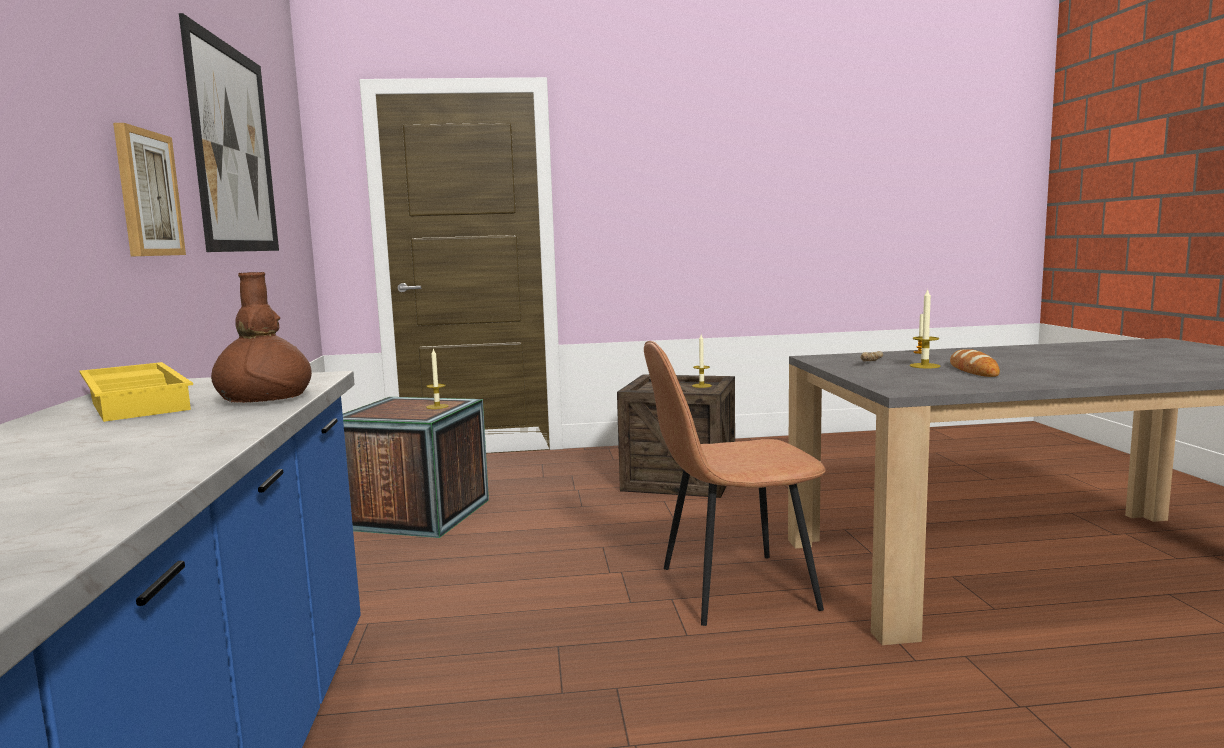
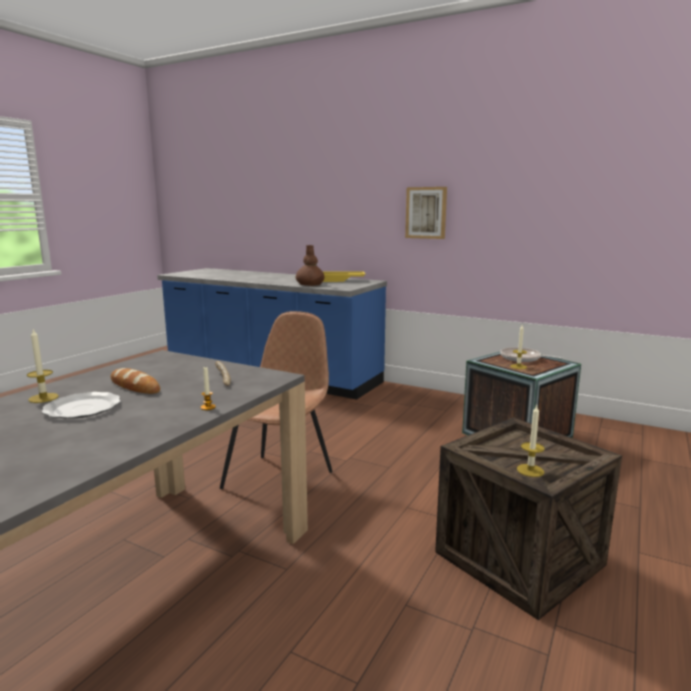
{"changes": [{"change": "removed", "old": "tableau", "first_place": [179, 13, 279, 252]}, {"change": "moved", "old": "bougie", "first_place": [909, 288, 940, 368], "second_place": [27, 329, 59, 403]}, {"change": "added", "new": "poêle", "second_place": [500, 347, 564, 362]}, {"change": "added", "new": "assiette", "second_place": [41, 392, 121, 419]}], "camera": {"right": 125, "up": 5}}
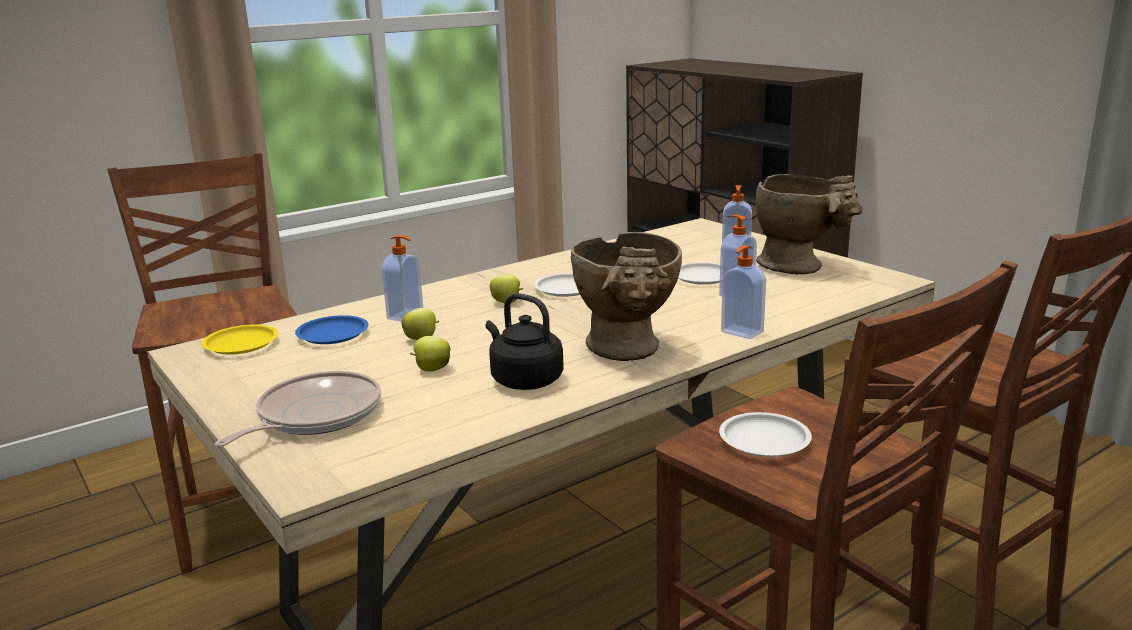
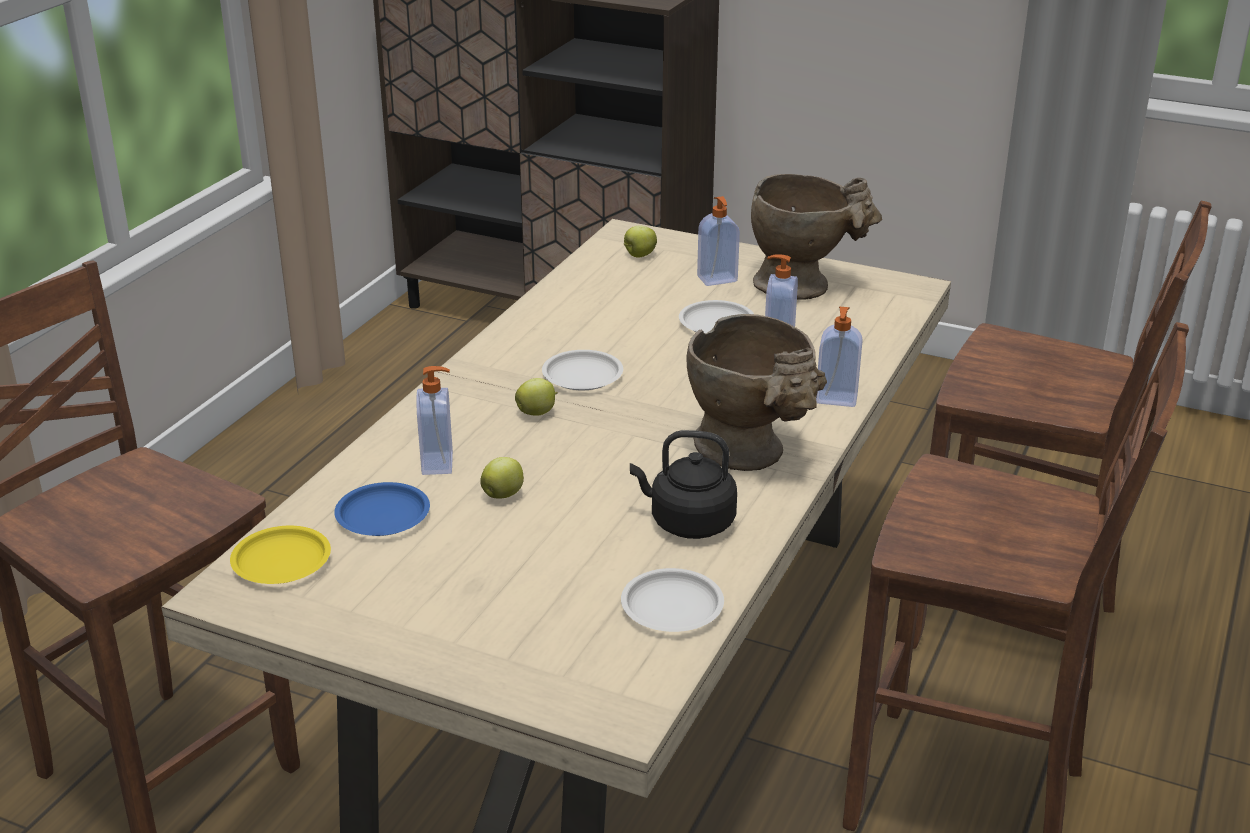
{"changes": [{"change": "moved", "old": "pomme", "first_place": [410, 336, 450, 372], "second_place": [624, 225, 657, 258]}, {"change": "removed", "old": "poêle", "first_place": [215, 371, 381, 447]}, {"change": "moved", "old": "assiette (blanc)", "first_place": [719, 412, 812, 457], "second_place": [621, 568, 724, 632]}], "camera": {"right": -30, "up": 10}}
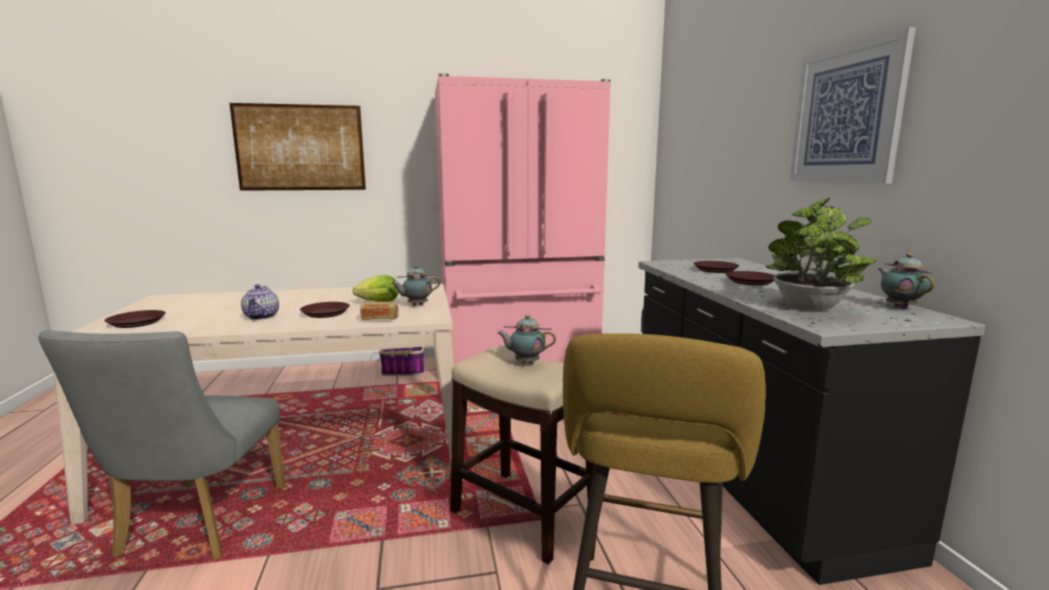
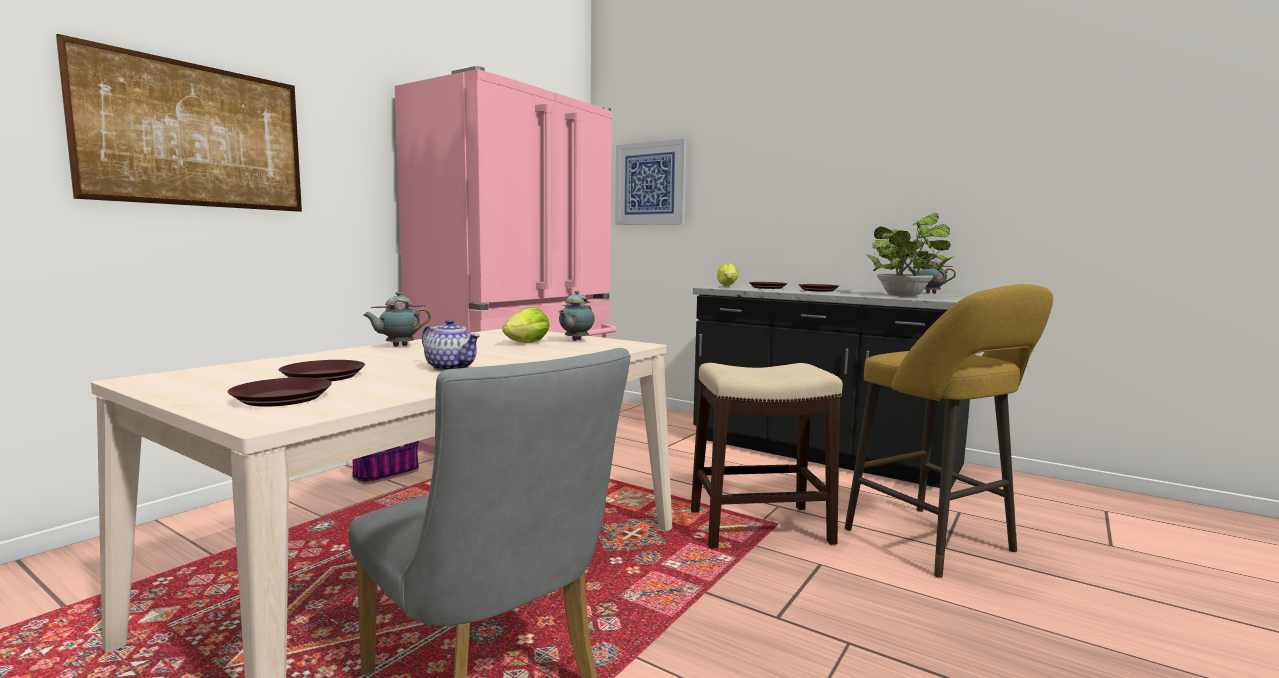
{"changes": [{"change": "moved", "old": "tableau", "first_place": [789, 27, 916, 183], "second_place": [615, 139, 687, 225]}, {"change": "moved", "old": "assiette (marron)", "first_place": [300, 302, 350, 318], "second_place": [279, 360, 365, 381]}, {"change": "removed", "old": "pain", "first_place": [360, 302, 398, 320]}, {"change": "moved", "old": "théière", "first_place": [497, 315, 556, 364], "second_place": [363, 292, 431, 347]}, {"change": "added", "new": "laitue", "second_place": [717, 263, 739, 286]}], "camera": {"right": -45, "up": -5}}
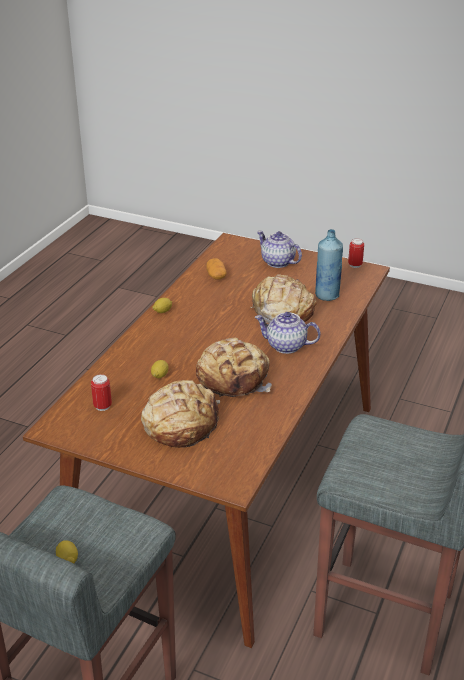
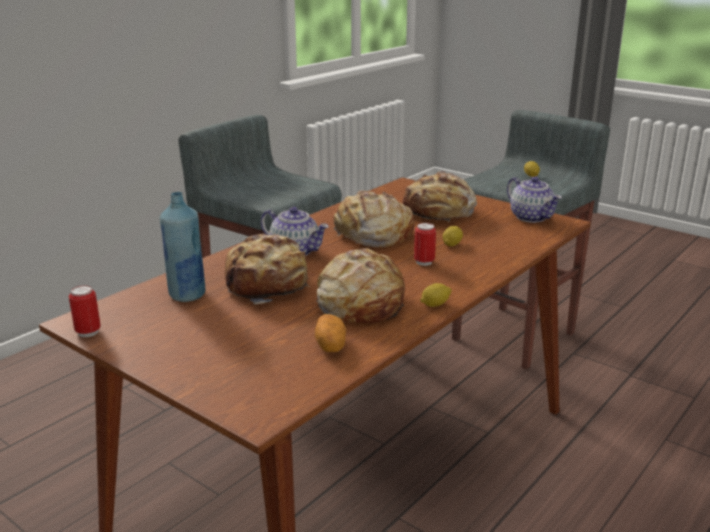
{"changes": [{"change": "moved", "old": "théière", "first_place": [257, 231, 302, 268], "second_place": [507, 176, 562, 223]}, {"change": "moved", "old": "boîte métallique", "first_place": [91, 374, 112, 411], "second_place": [414, 223, 436, 266]}, {"change": "added", "new": "pain", "second_place": [316, 248, 405, 323]}], "camera": {"right": -165, "up": -10}}
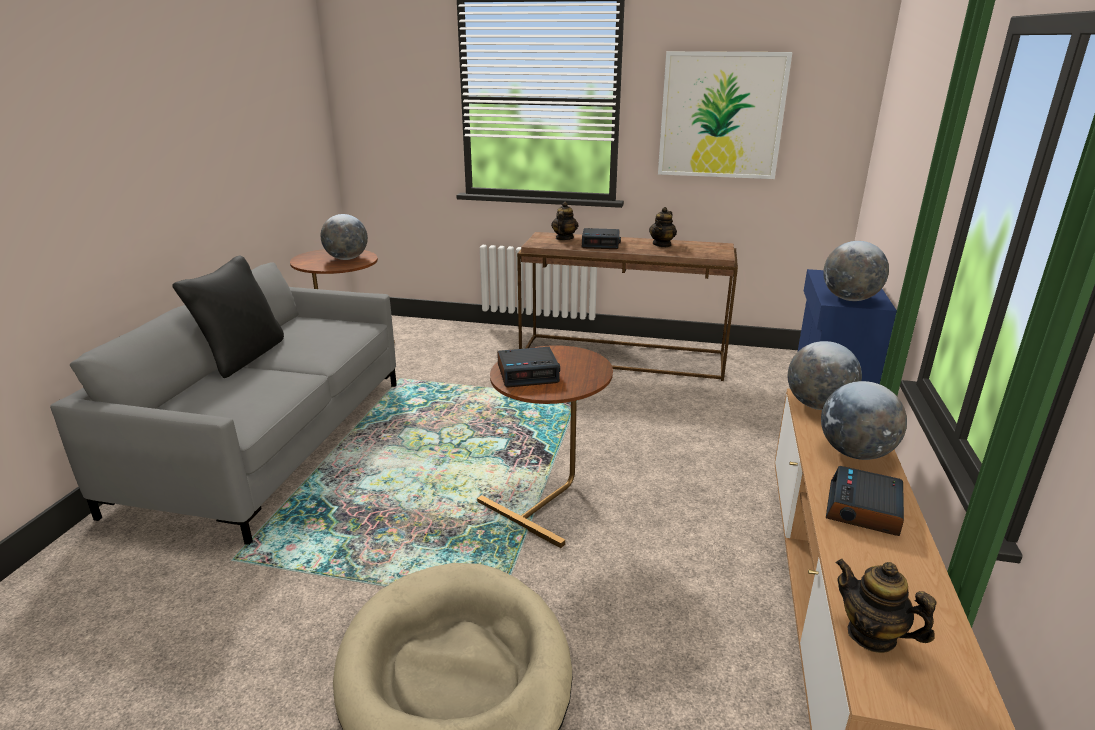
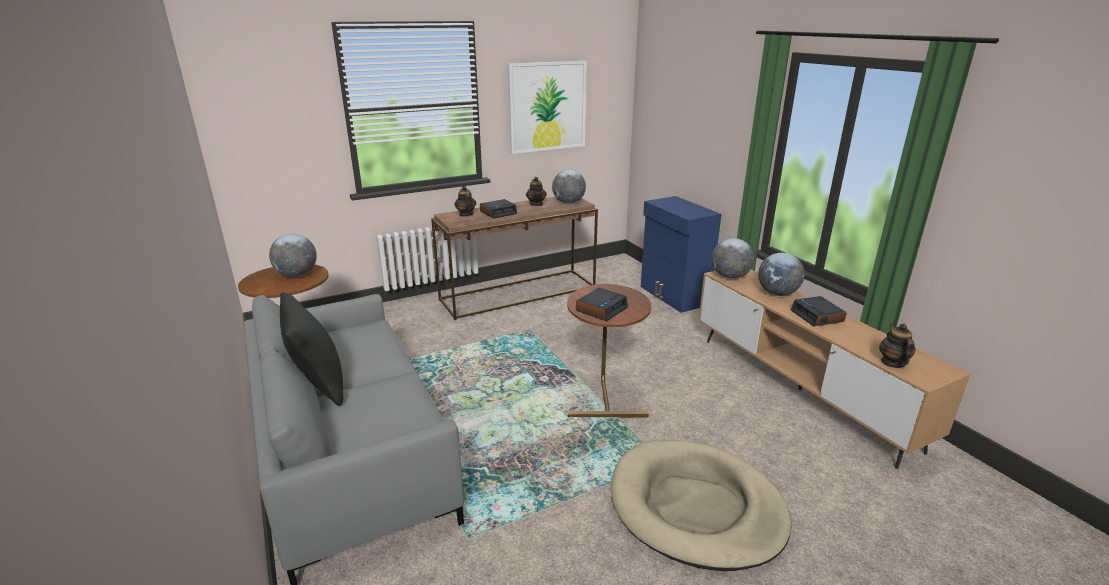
{"changes": [{"change": "moved", "old": "globe", "first_place": [823, 241, 889, 301], "second_place": [552, 169, 586, 204]}, {"change": "turned", "old": "théière", "first_place": [836, 559, 937, 653], "second_place": [879, 324, 916, 368], "degrees": 90}], "camera": {"right": -40, "up": 0}}
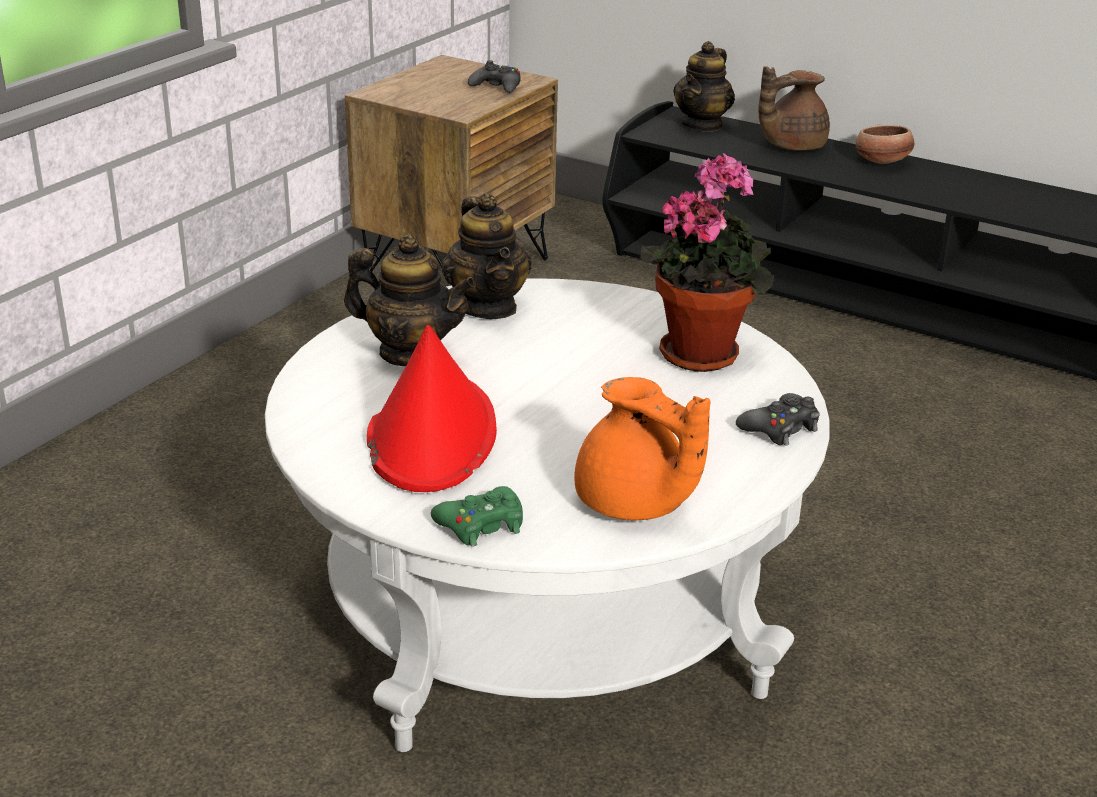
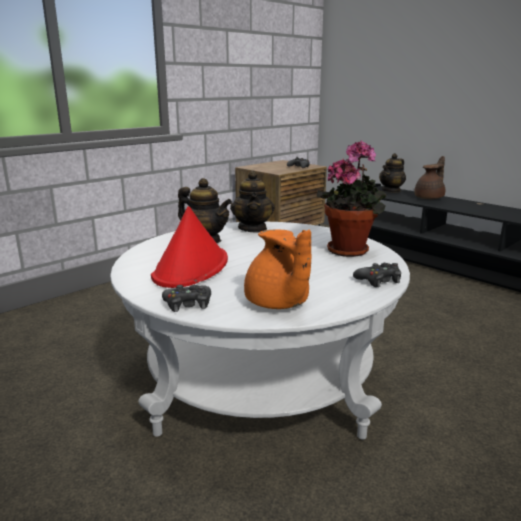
{"changes": [{"change": "turned", "old": "théière (marron)", "first_place": [758, 66, 830, 151], "second_place": [414, 156, 445, 199], "degrees": 150}, {"change": "removed", "old": "bol", "first_place": [856, 124, 914, 164]}, {"change": "recoloured", "old": "manette (vert)", "new": "manette (noir)", "first_place": [431, 486, 523, 547], "second_place": [162, 285, 211, 312]}], "camera": {"right": 15, "up": -10}}
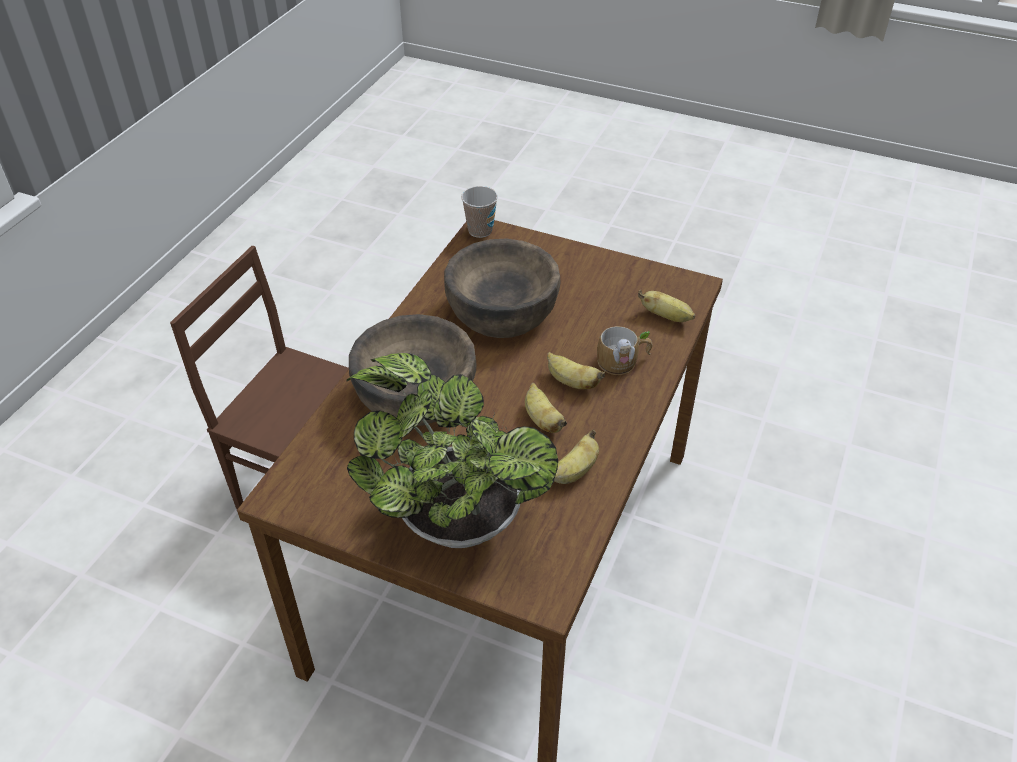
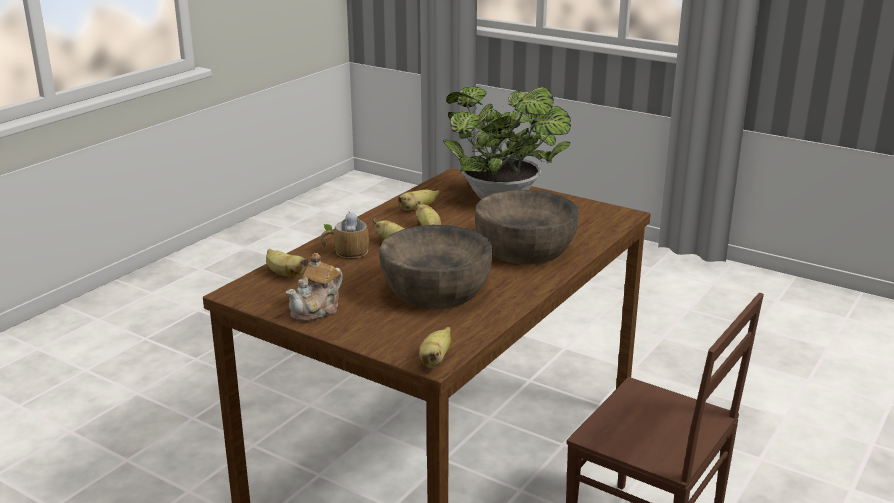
{"changes": [{"change": "replaced", "old": "tasse", "new": "banane", "first_place": [461, 186, 498, 238], "second_place": [419, 327, 451, 368]}, {"change": "added", "new": "théière", "second_place": [286, 253, 343, 322]}], "camera": {"right": -170, "up": -20}}
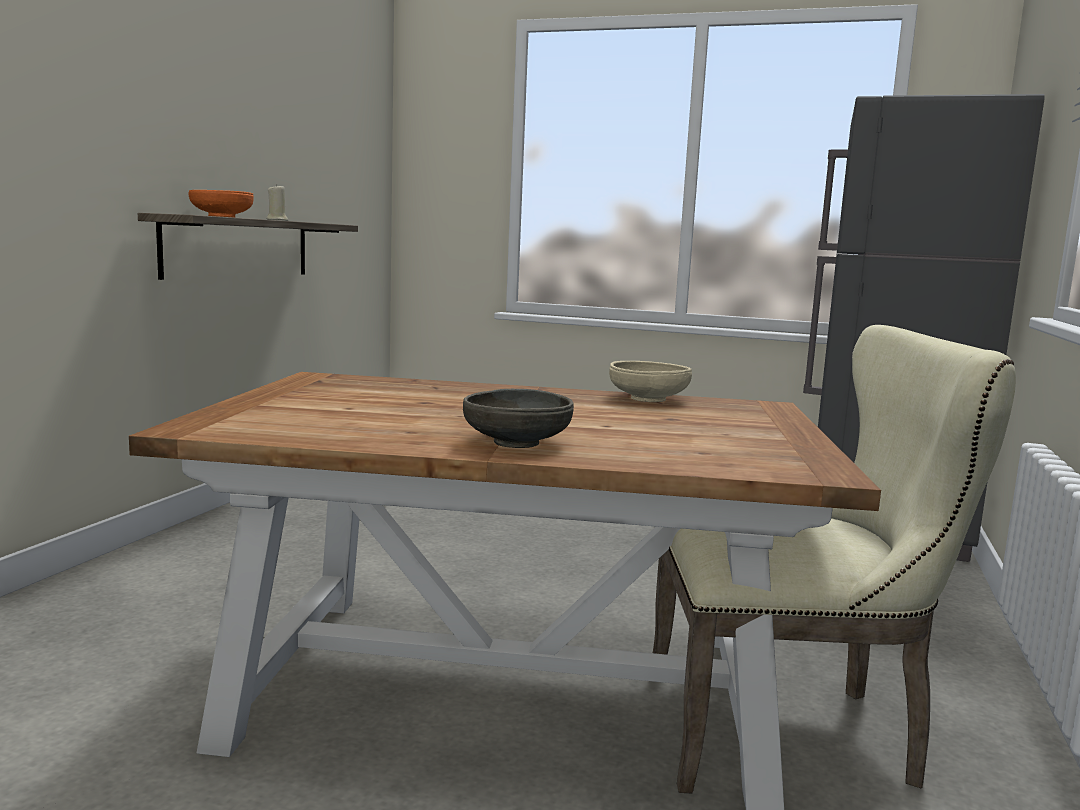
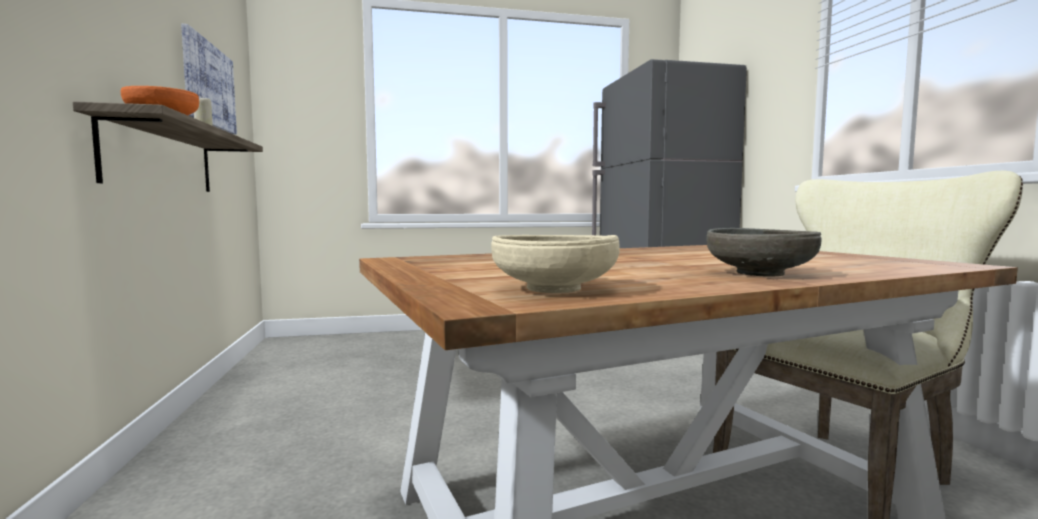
{"changes": [{"change": "moved", "old": "bol (beige)", "first_place": [609, 361, 692, 402], "second_place": [491, 235, 620, 293]}, {"change": "added", "new": "tableau", "second_place": [181, 24, 237, 134]}], "camera": {"right": -30, "up": -5}}
